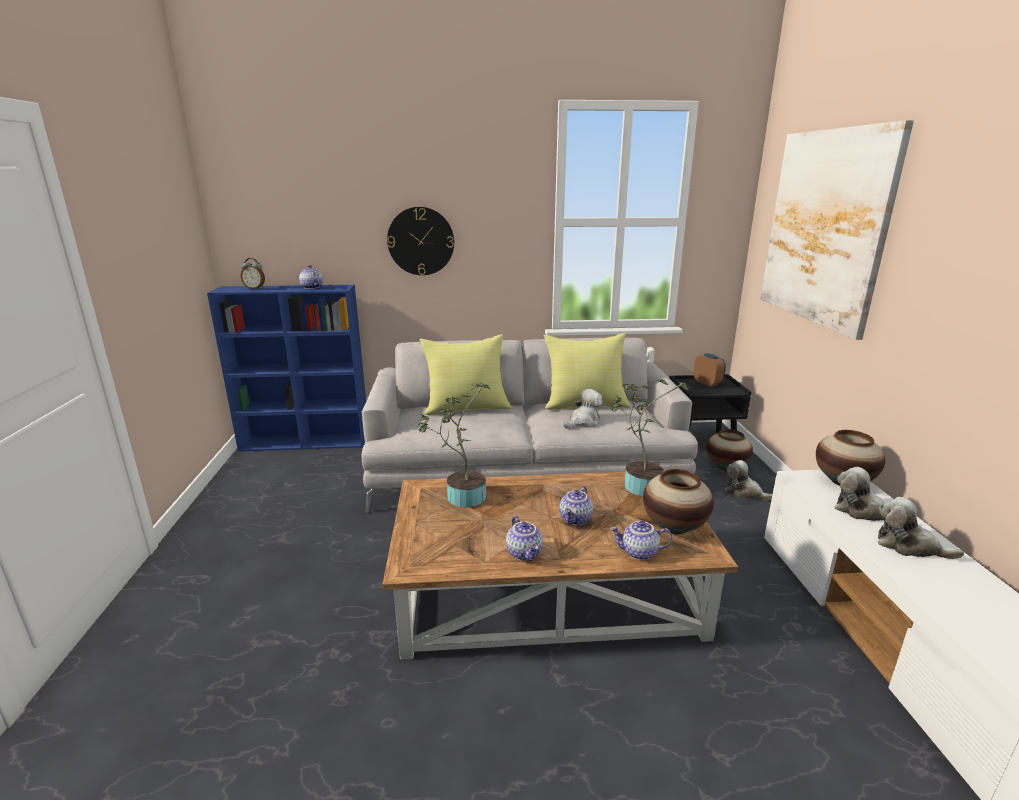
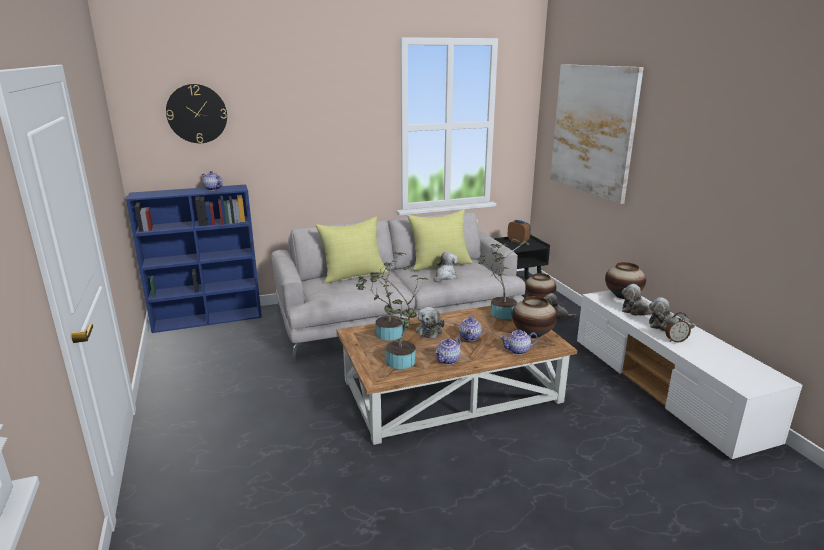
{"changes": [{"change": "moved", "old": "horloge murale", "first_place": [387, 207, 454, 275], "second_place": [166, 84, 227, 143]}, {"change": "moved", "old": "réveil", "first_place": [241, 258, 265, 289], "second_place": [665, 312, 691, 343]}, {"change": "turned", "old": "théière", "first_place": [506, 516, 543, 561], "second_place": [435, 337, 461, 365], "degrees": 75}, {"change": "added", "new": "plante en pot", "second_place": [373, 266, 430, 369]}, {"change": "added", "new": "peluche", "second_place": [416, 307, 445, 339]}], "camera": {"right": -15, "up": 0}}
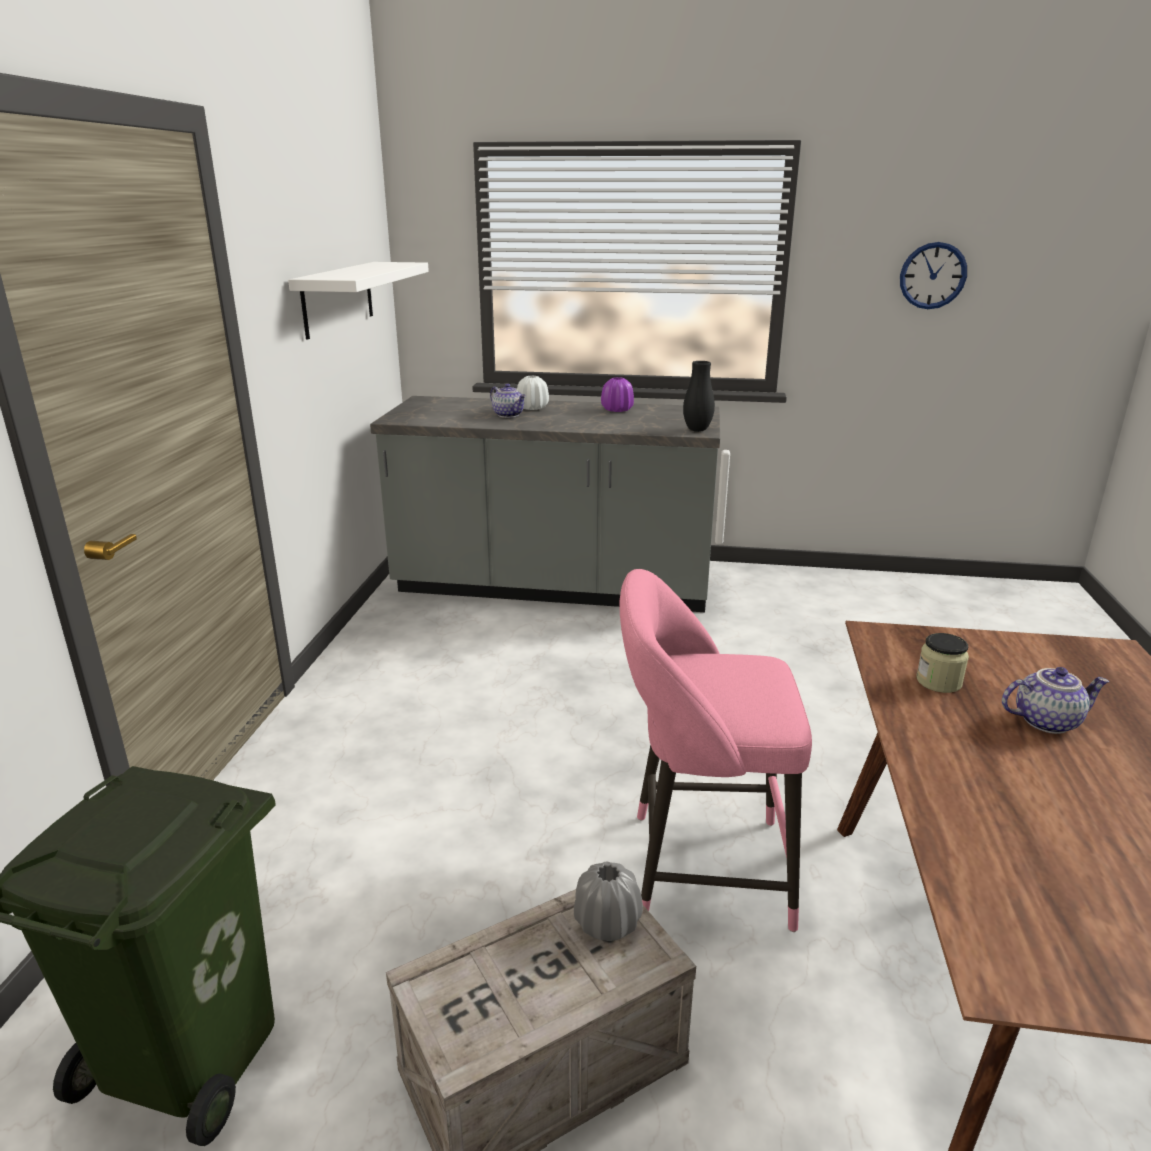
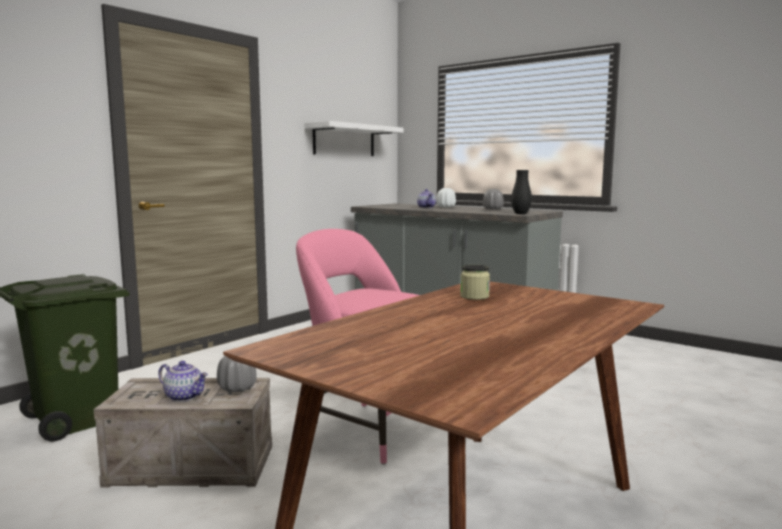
{"changes": [{"change": "removed", "old": "horloge murale", "first_place": [900, 242, 967, 309]}, {"change": "recoloured", "old": "vase (violet)", "new": "vase (gris)", "first_place": [601, 377, 634, 412], "second_place": [483, 189, 504, 209]}, {"change": "moved", "old": "théière", "first_place": [1002, 667, 1110, 734], "second_place": [158, 361, 208, 402]}], "camera": {"right": 30, "up": -15}}
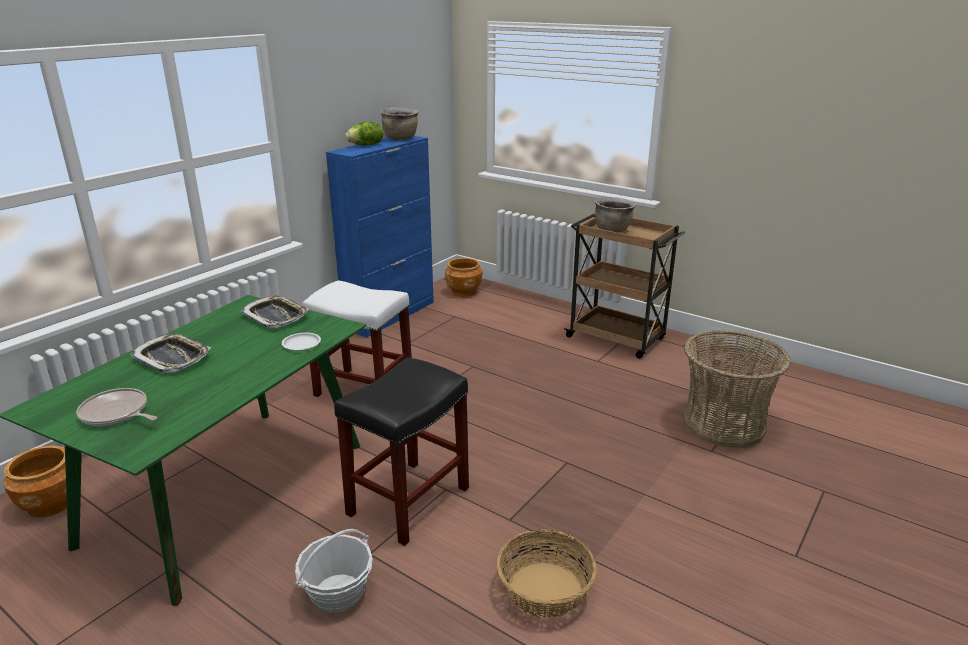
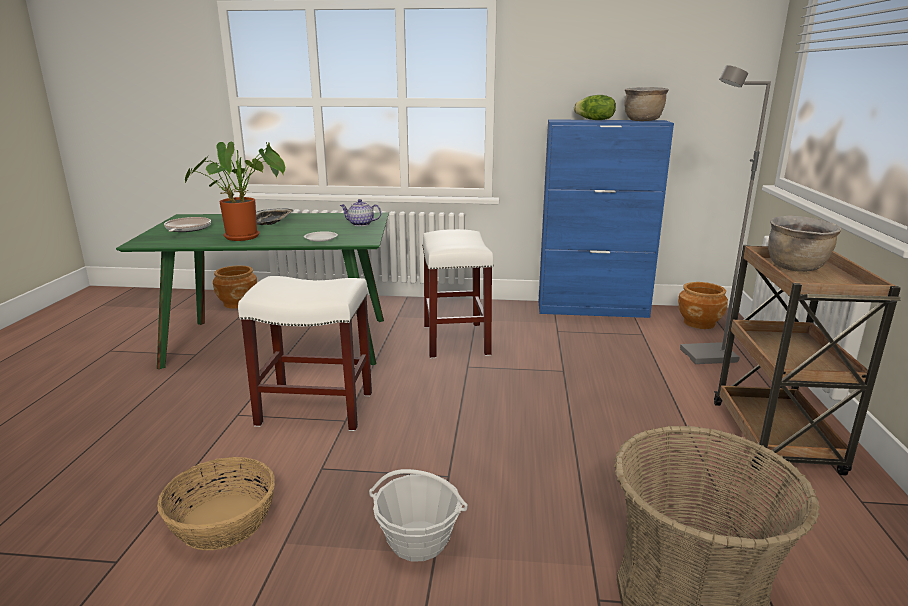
{"changes": [{"change": "replaced", "old": "plateau", "new": "théière", "first_place": [241, 295, 309, 328], "second_place": [340, 199, 381, 226]}, {"change": "recoloured", "old": "tabouret (noir)", "new": "tabouret (blanc)", "first_place": [334, 357, 469, 546], "second_place": [238, 276, 372, 431]}, {"change": "moved", "old": "panier", "first_place": [295, 529, 373, 613], "second_place": [369, 469, 468, 561]}, {"change": "added", "new": "lampadaire (gris)", "second_place": [680, 65, 771, 364]}, {"change": "added", "new": "plante en pot", "second_place": [185, 142, 285, 241]}], "camera": {"right": 60, "up": -5}}
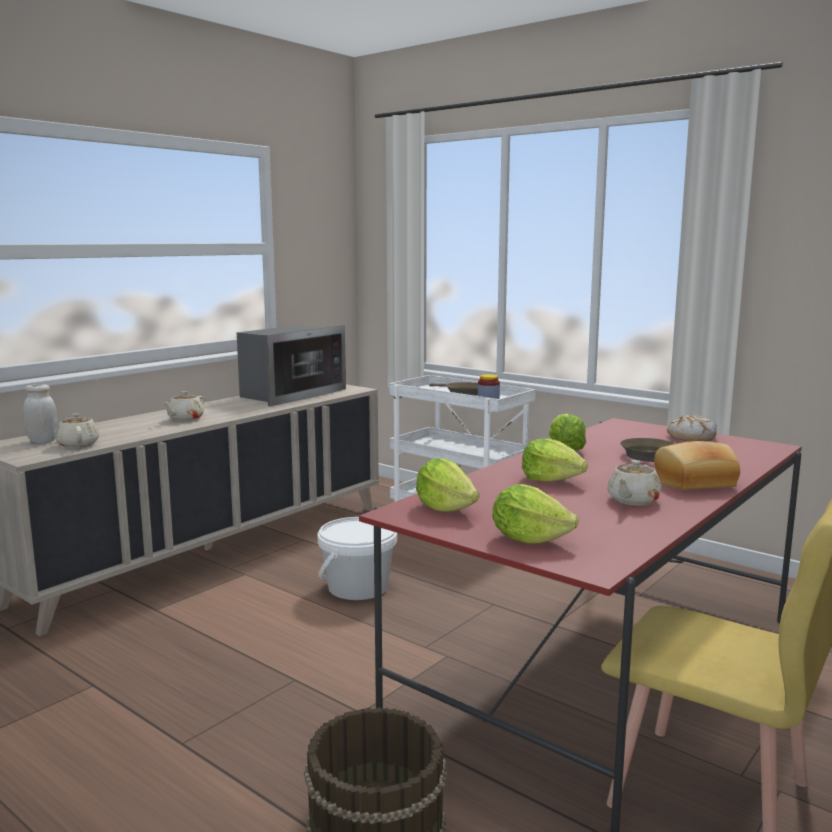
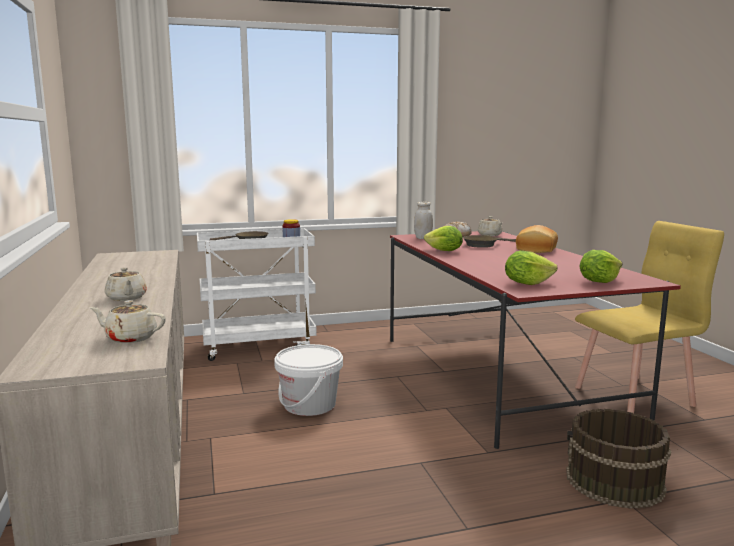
{"changes": [{"change": "removed", "old": "micro-ondes", "first_place": [237, 325, 346, 406]}, {"change": "moved", "old": "bocal (blanc)", "first_place": [23, 384, 58, 443], "second_place": [414, 202, 433, 239]}, {"change": "removed", "old": "laitue", "first_place": [522, 438, 588, 482]}, {"change": "moved", "old": "théière (beige)", "first_place": [607, 460, 662, 505], "second_place": [478, 216, 502, 236]}], "camera": {"right": -55, "up": 0}}
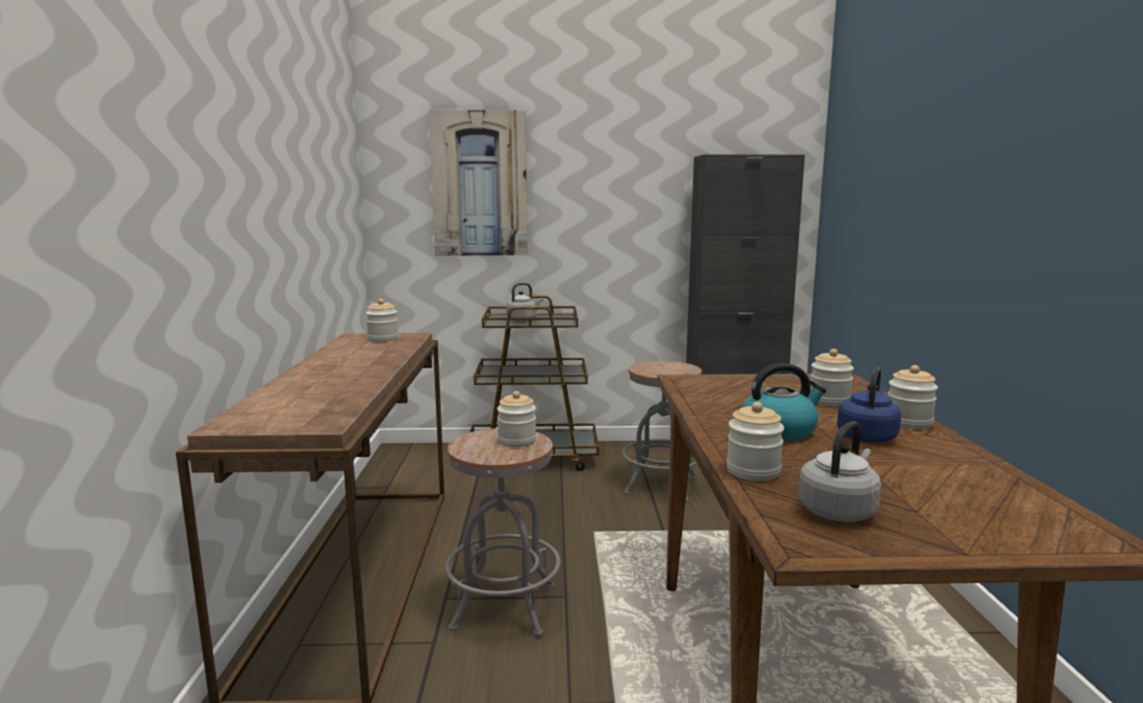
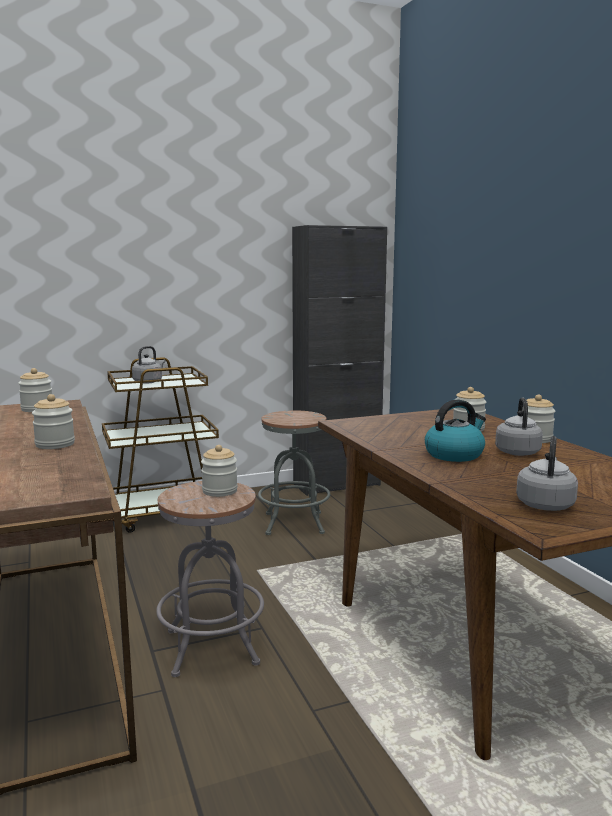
{"changes": [{"change": "removed", "old": "tableau", "first_place": [429, 110, 528, 256]}, {"change": "recoloured", "old": "bouilloire (bleu)", "new": "bouilloire (gris)", "first_place": [837, 367, 901, 442], "second_place": [495, 398, 543, 456]}, {"change": "moved", "old": "bocal", "first_place": [727, 402, 784, 481], "second_place": [32, 394, 75, 449]}], "camera": {"right": -20, "up": 0}}
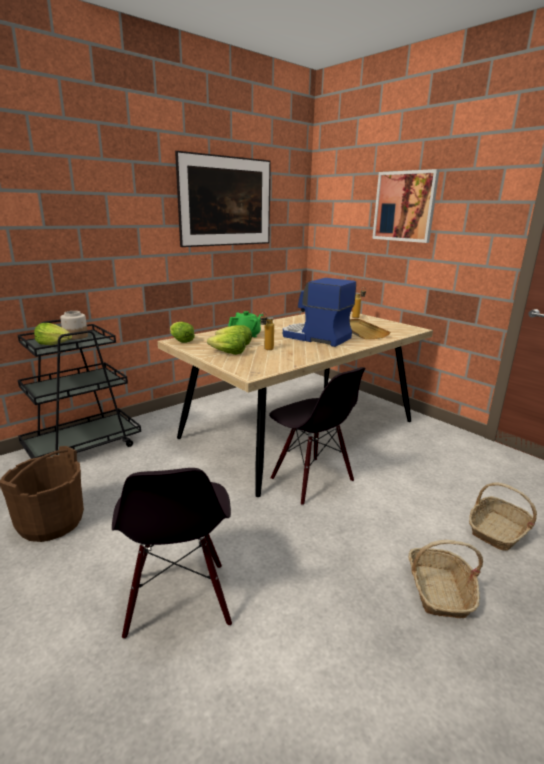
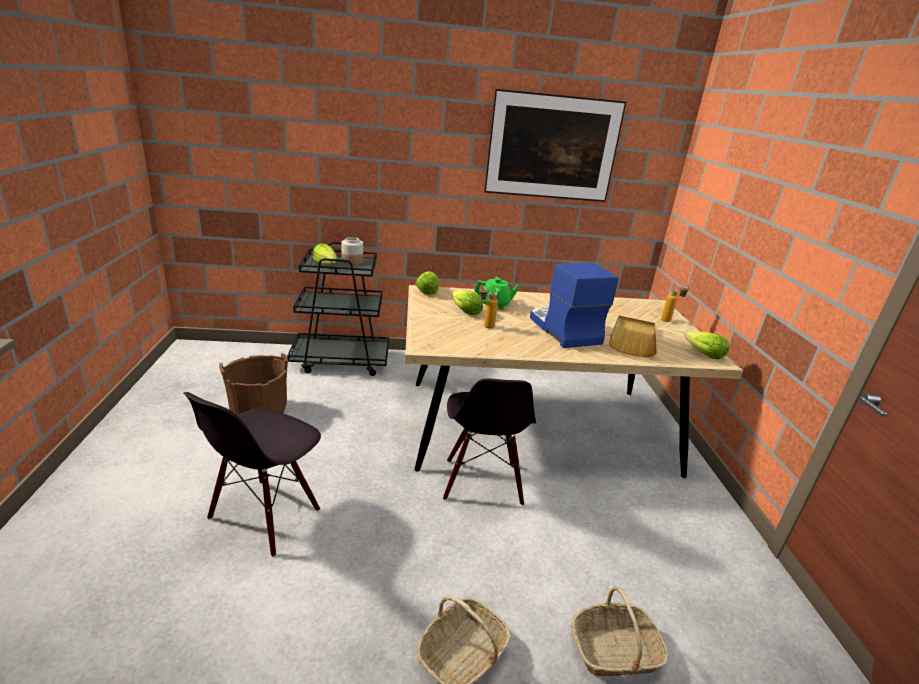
{"changes": [{"change": "removed", "old": "tableau", "first_place": [372, 169, 439, 243]}, {"change": "moved", "old": "laitue", "first_place": [207, 332, 246, 355], "second_place": [684, 331, 729, 359]}], "camera": {"right": 35, "up": 5}}
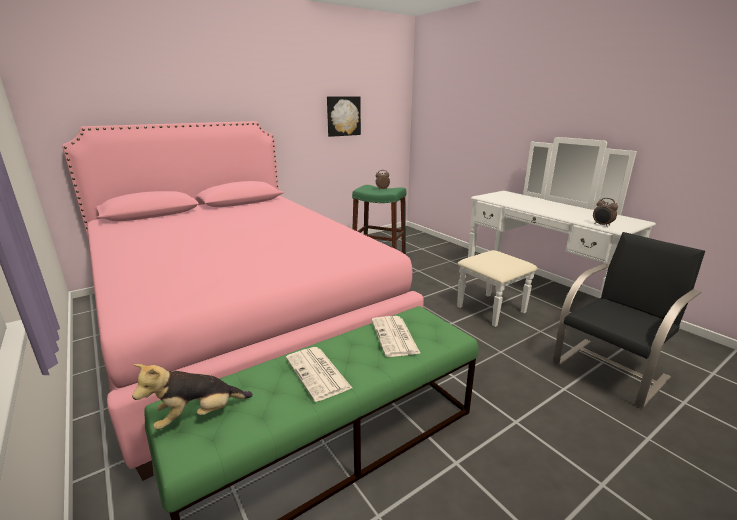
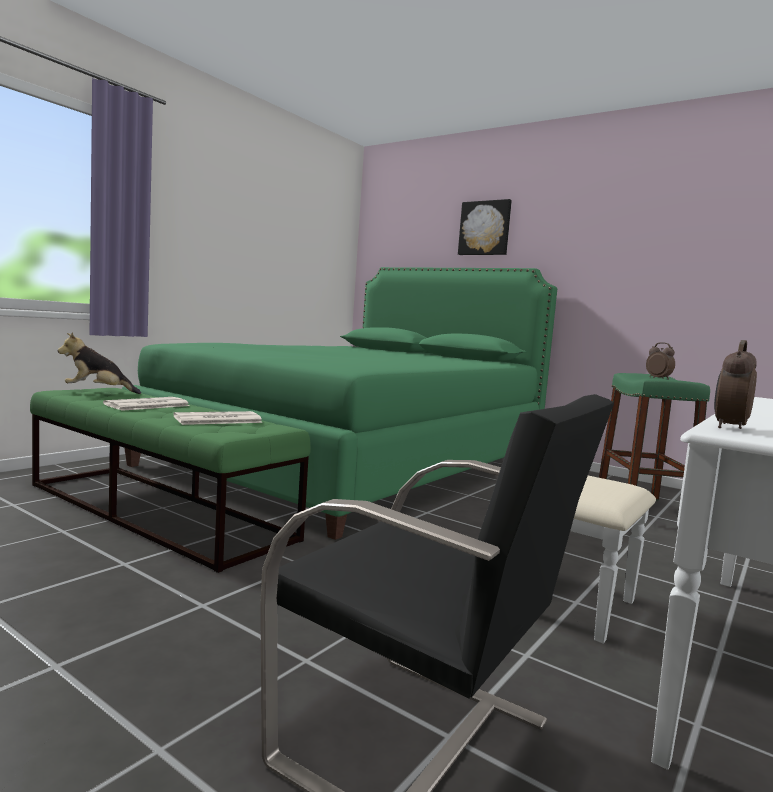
{"changes": [{"change": "moved", "old": "tableau", "first_place": [327, 96, 361, 137], "second_place": [458, 199, 512, 255]}, {"change": "recoloured", "old": "lit (rose)", "new": "lit (vert)", "first_place": [62, 121, 424, 481], "second_place": [122, 267, 557, 540]}, {"change": "turned", "old": "peluche", "first_place": [132, 364, 253, 430], "second_place": [58, 332, 141, 394], "degrees": -45}], "camera": {"right": 70, "up": -15}}
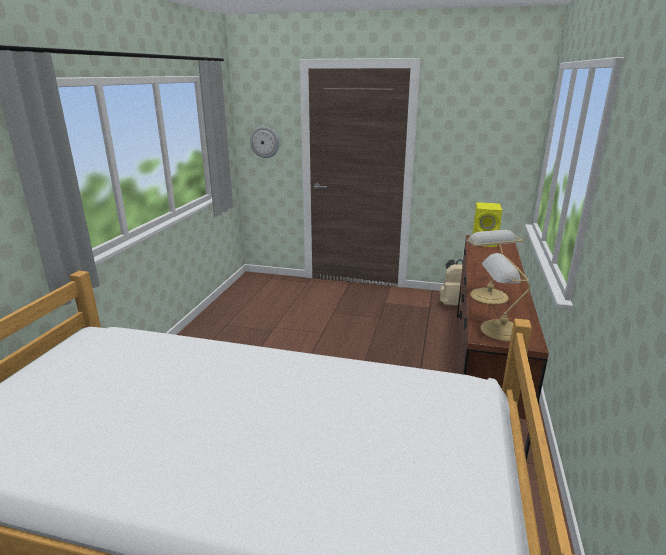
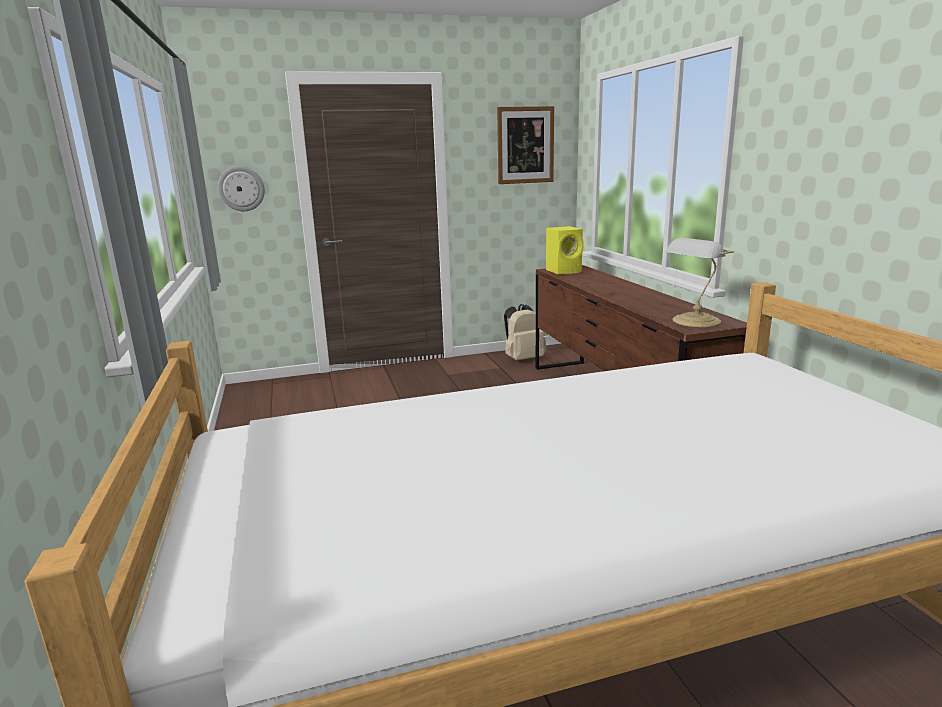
{"changes": [{"change": "removed", "old": "lampe de table", "first_place": [467, 230, 523, 304]}, {"change": "added", "new": "tableau", "second_place": [497, 106, 554, 184]}], "camera": {"right": -30, "up": -5}}
